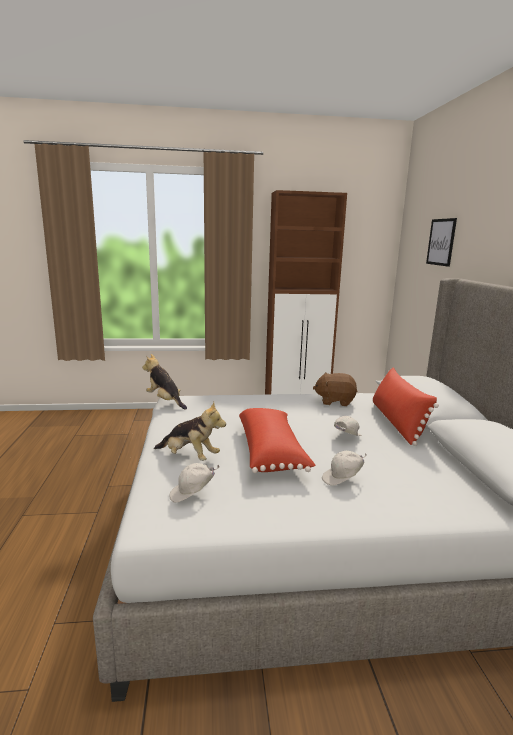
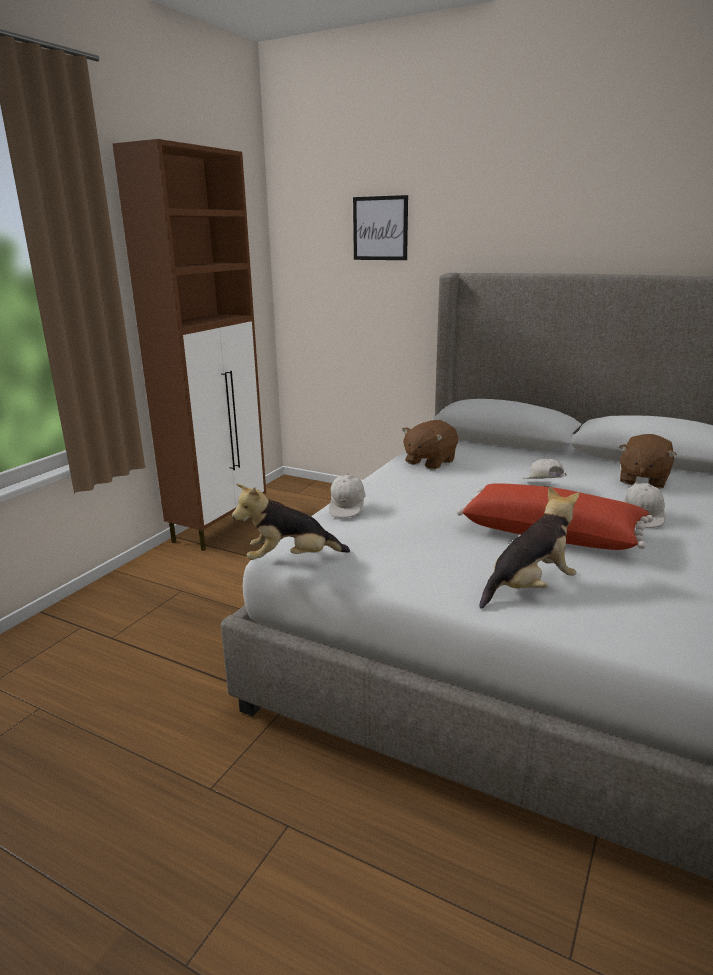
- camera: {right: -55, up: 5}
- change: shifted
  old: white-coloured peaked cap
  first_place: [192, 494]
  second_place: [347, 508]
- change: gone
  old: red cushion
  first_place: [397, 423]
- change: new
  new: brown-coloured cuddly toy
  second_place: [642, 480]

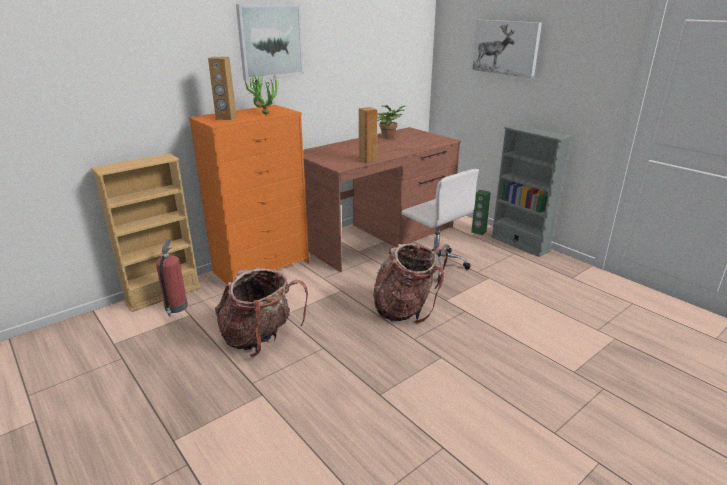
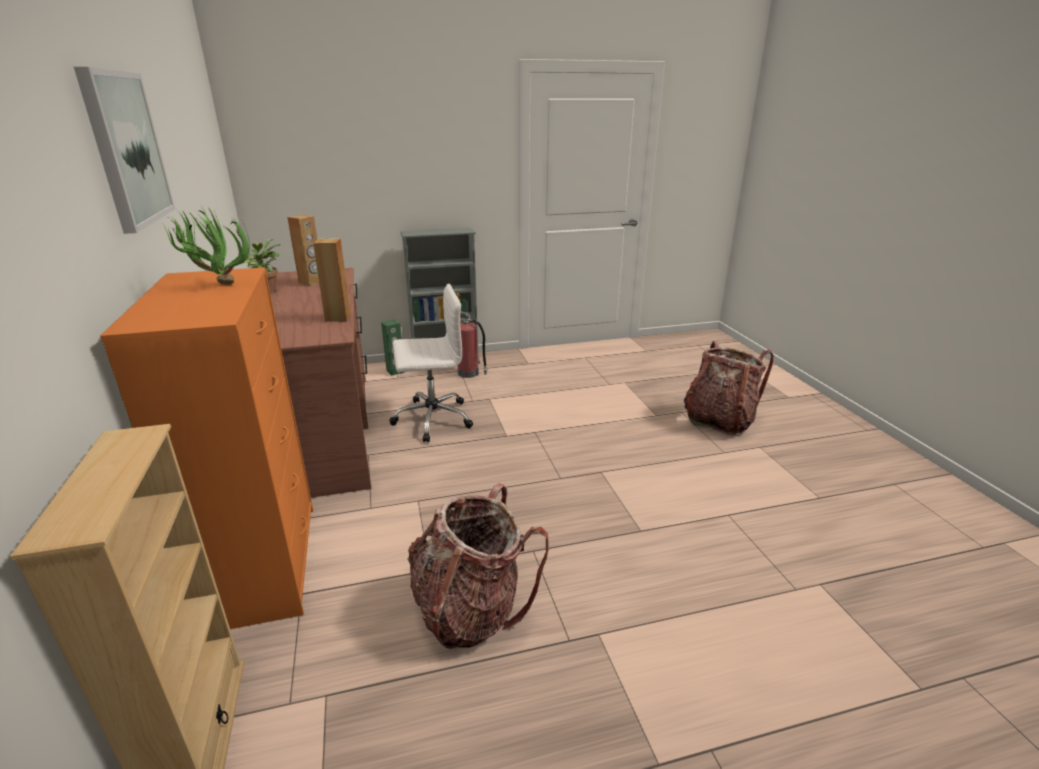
- camera: {right: -65, up: 0}
- change: shifted
  old: fire extinguisher
  first_place: [175, 307]
  second_place: [469, 373]
- change: shifted
  old: brown-coloured loudspeaker
  first_place: [226, 118]
  second_place: [311, 282]
- change: shifted
  old: backpack
  first_place: [405, 309]
  second_place: [719, 420]
- change: gone
  old: picture
  first_place: [506, 47]

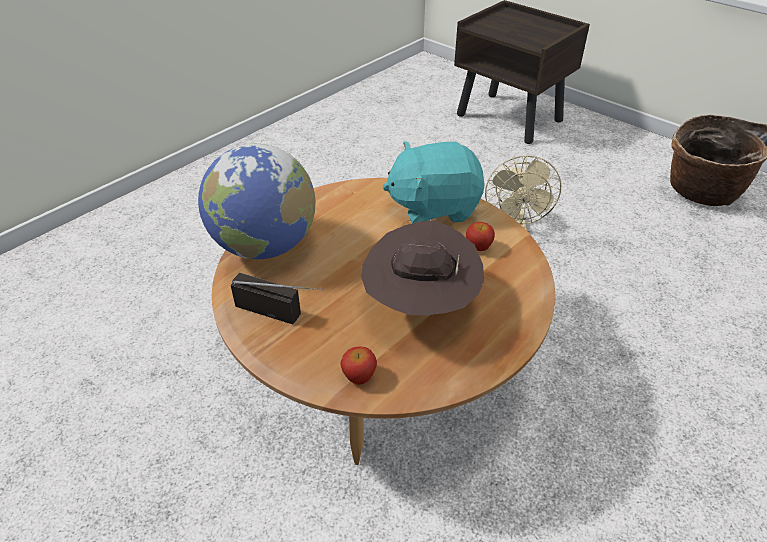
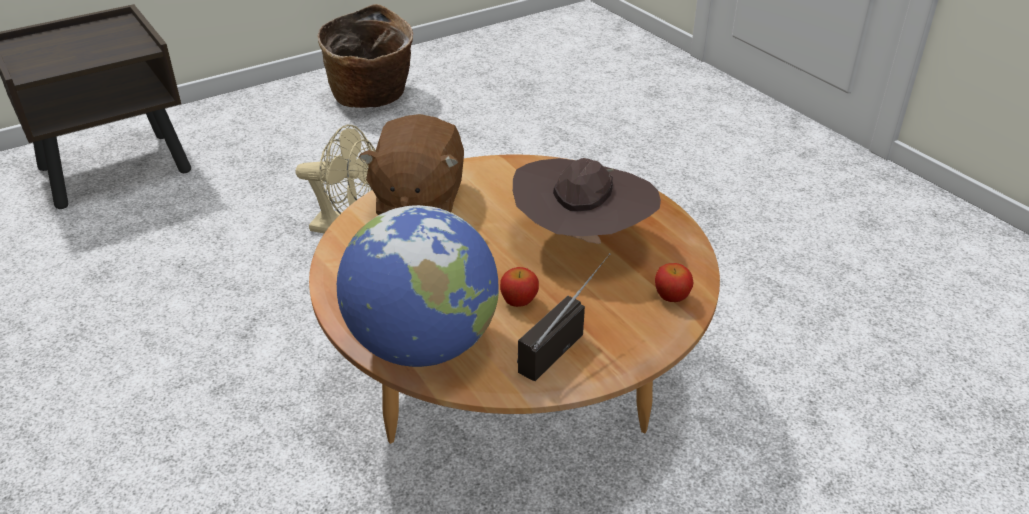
- camera: {right: -75, up: -5}
- change: repainted
  old: turquoise cuddly toy
  new: brown-coloured cuddly toy
  first_place: [434, 206]
  second_place: [418, 200]
- change: shifted
  old: apple fruit
  first_place: [478, 247]
  second_place: [519, 301]

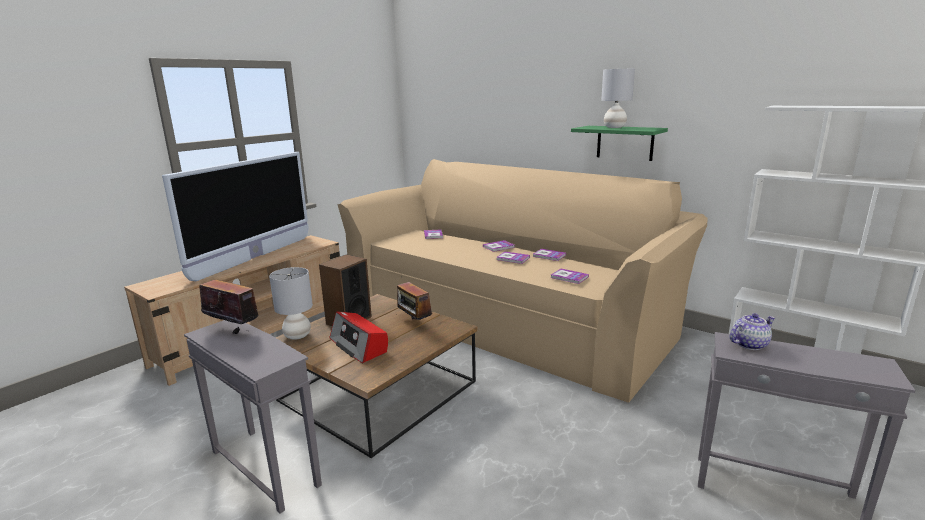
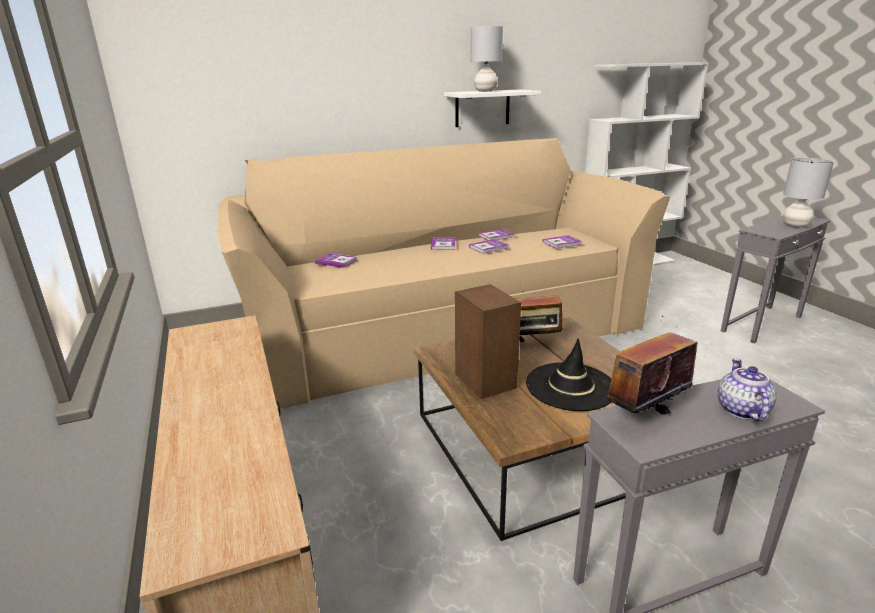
- camera: {right: -60, up: 5}
- change: gone
  old: TV set
  first_place: [255, 257]
- change: shifted
  old: gray lamp for a table
  first_place: [298, 336]
  second_place: [796, 225]
- change: swapped
  old: radio set
  new: blackish wearable hat
  first_place: [359, 345]
  second_place: [570, 386]
- change: repainted
  old: green-coloured shelf
  new: white-coloured shelf
  first_place: [625, 143]
  second_place: [482, 108]
- change: shifted
  old: tea pot
  first_place: [749, 344]
  second_place: [741, 409]

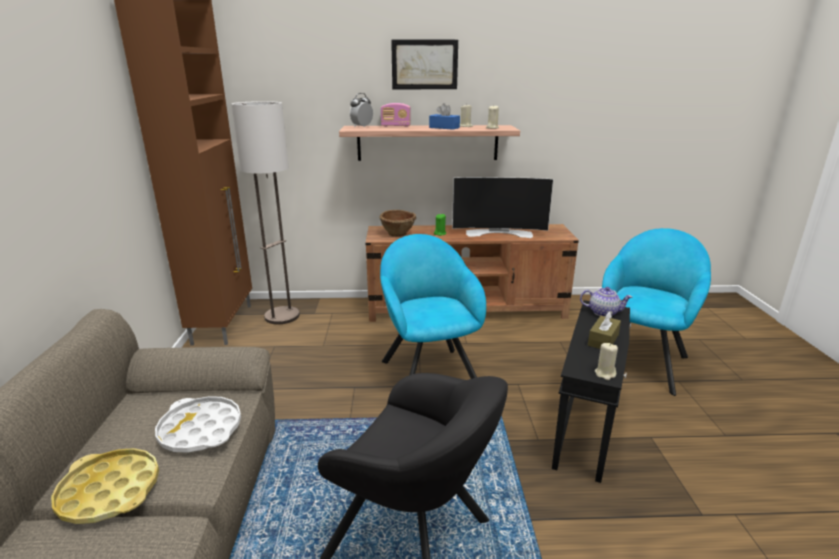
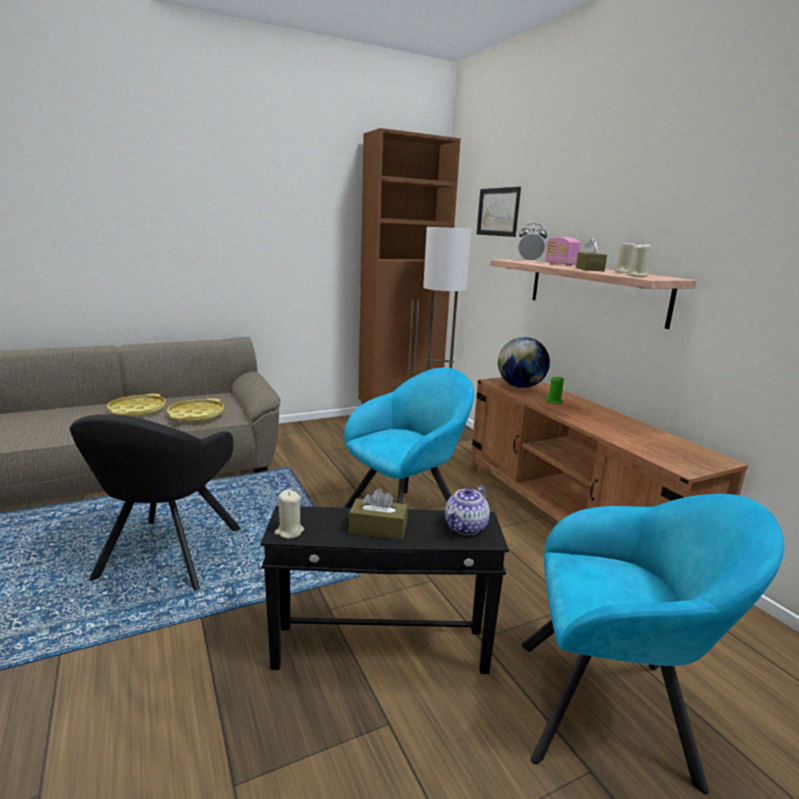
- camera: {right: 65, up: -5}
- change: repainted
  old: white-coloured carrying tray
  new: yellow carrying tray
  first_place: [200, 430]
  second_place: [196, 415]
- change: swapped
  old: brown-coloured bowl
  new: world globe
  first_place: [398, 234]
  second_place: [520, 386]
- change: shifted
  old: picture
  first_place: [424, 64]
  second_place: [498, 212]
- change: repainted
  old: blue-coloured tissue box
  new: brown-coloured tissue box
  first_place: [444, 128]
  second_place: [589, 269]
- change: gone
  old: TV set
  first_place: [499, 232]
- change: rotated
  old: tea pot
  first_place: [603, 312]
  second_place: [466, 527]
  degrees: 45

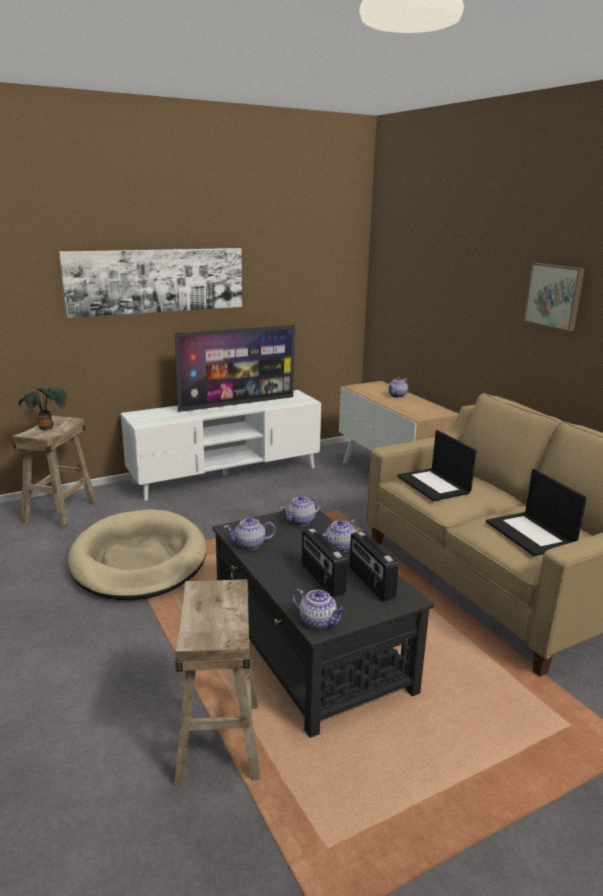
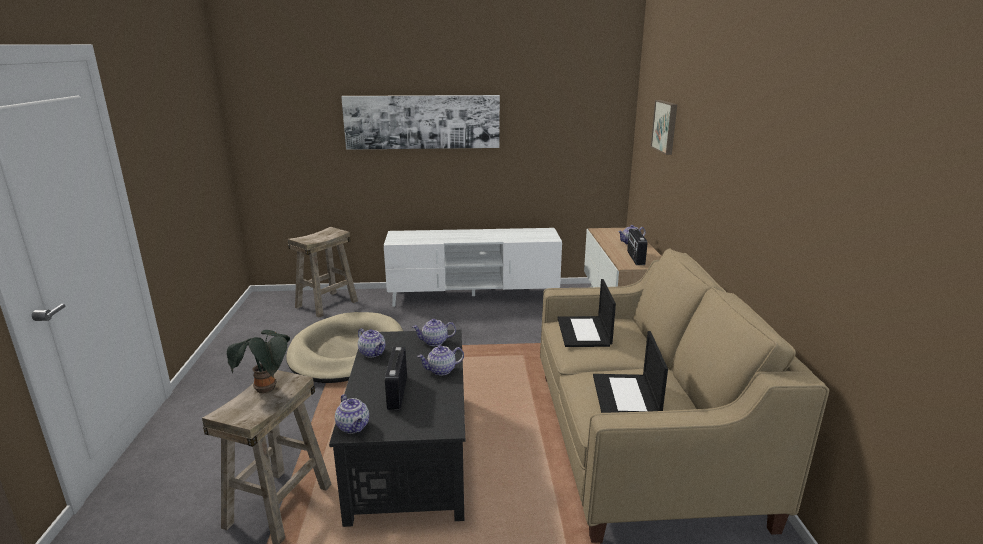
- camera: {right: 25, up: 0}
- change: shifted
  old: potted plant
  first_place: [47, 428]
  second_place: [267, 390]
- change: gone
  old: TV set
  first_place: [237, 404]
- change: rotated
  old: tea pot
  first_place: [249, 545]
  second_place: [372, 353]
  degrees: -150
- change: shifted
  old: radio set
  first_place: [370, 582]
  second_place: [635, 258]
- change: shifted
  old: picture
  first_place: [554, 296]
  second_place: [666, 126]

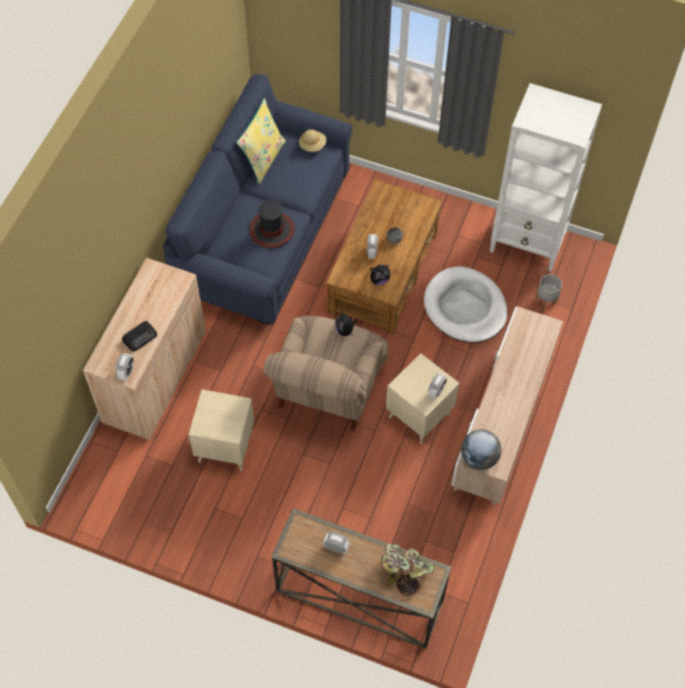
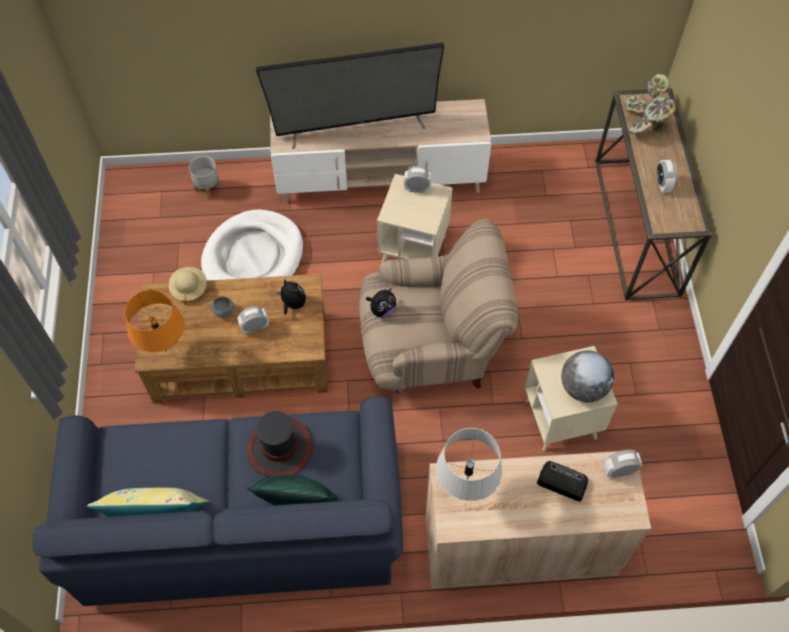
- camera: {right: -115, up: 0}
- change: shifted
  old: beige-coloured wearable hat
  first_place: [312, 145]
  second_place: [189, 288]
- change: shifted
  old: world globe
  first_place: [479, 458]
  second_place: [583, 387]
- change: gone
  old: white-coloured shelving unit
  first_place: [528, 243]
- change: new
  new: orange lamp for a table
  second_place: [165, 351]
- change: new
  new: green-coloured cushion
  second_place: [298, 503]
- change: new
  new: TV set
  second_place: [355, 126]
- change: new
  new: gray lamp for a table
  second_place: [465, 490]

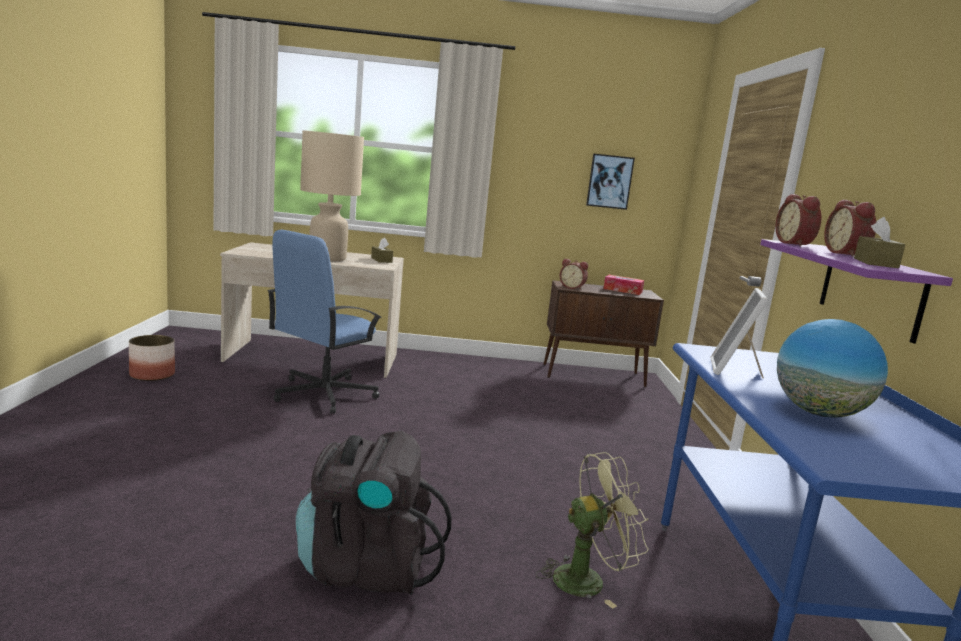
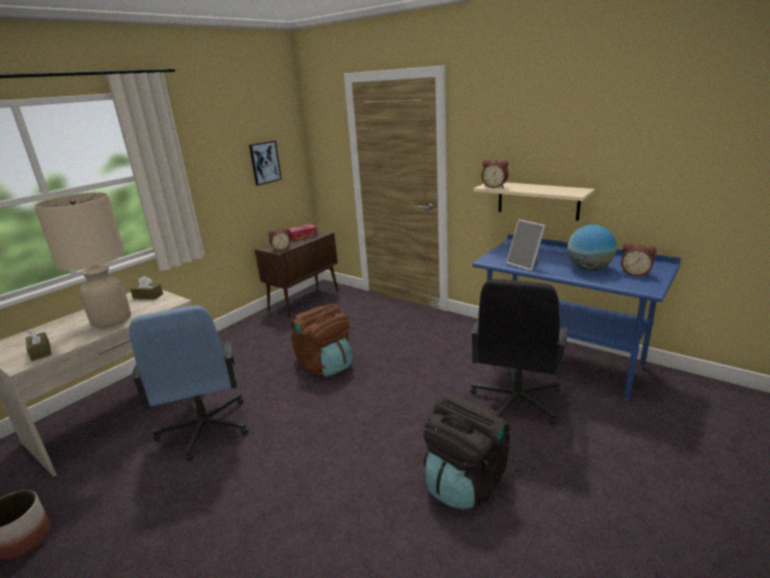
- camera: {right: -50, up: 10}
- change: swapped
  old: green-coloured electric fan
  new: blackish office chair
  first_place: [587, 579]
  second_place: [516, 401]
- change: repainted
  old: purple shelf
  new: beige-coloured shelf
  first_place: [870, 290]
  second_place: [537, 200]
- change: shifted
  old: bedside clock
  first_place: [847, 254]
  second_place: [635, 273]
- change: shifted
  old: brown-coloured tissue box
  first_place: [875, 263]
  second_place: [40, 352]
- change: new
  new: brown-coloured backpack
  second_place: [325, 365]

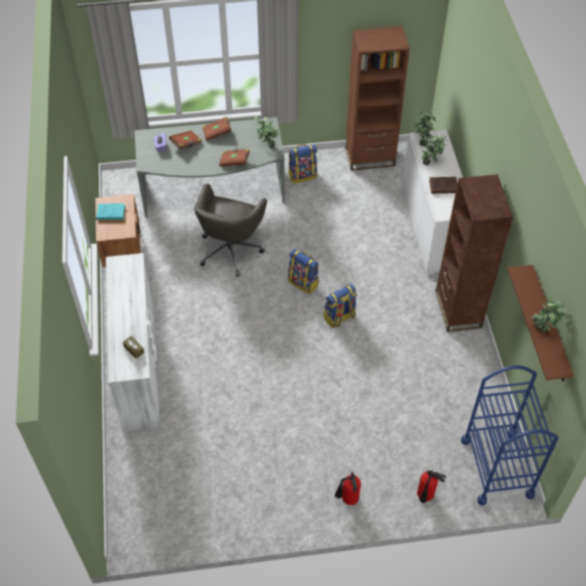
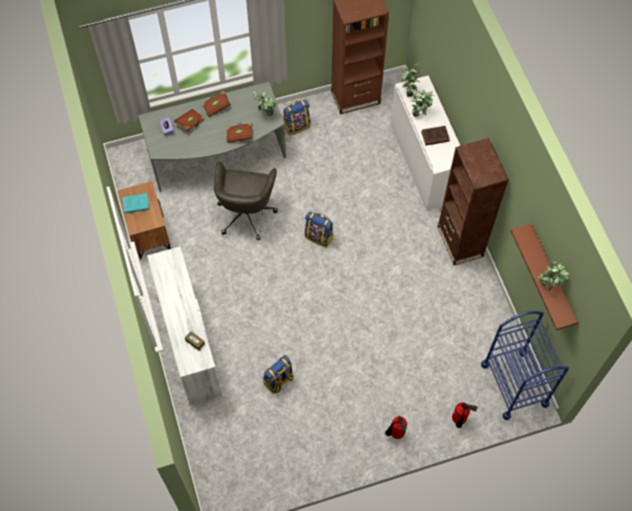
- camera: {right: -10, up: 10}
- change: shifted
  old: backpack
  first_place: [339, 318]
  second_place: [278, 381]

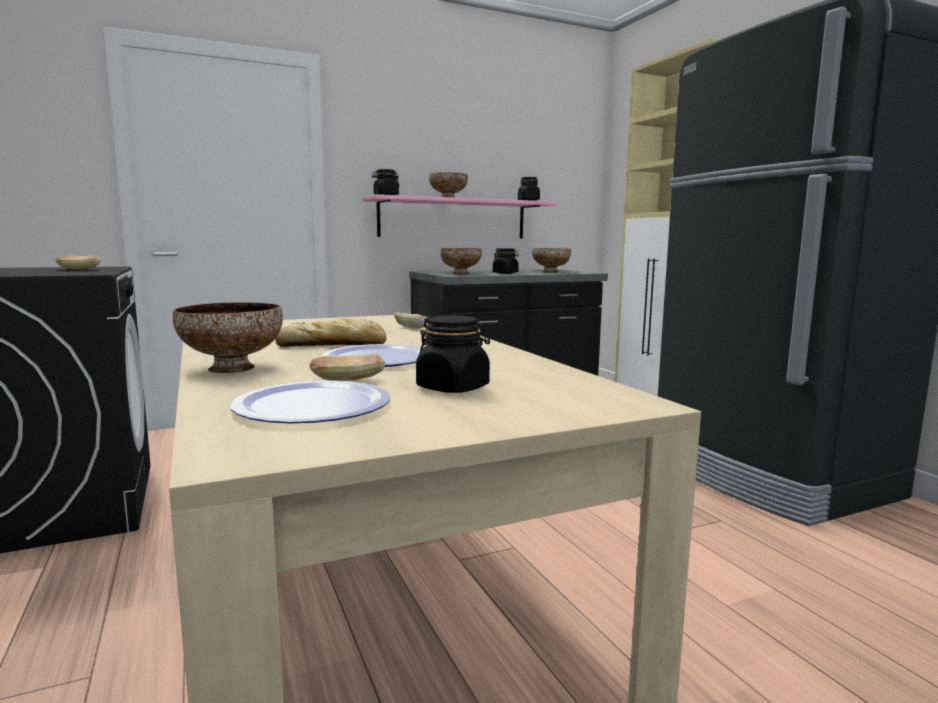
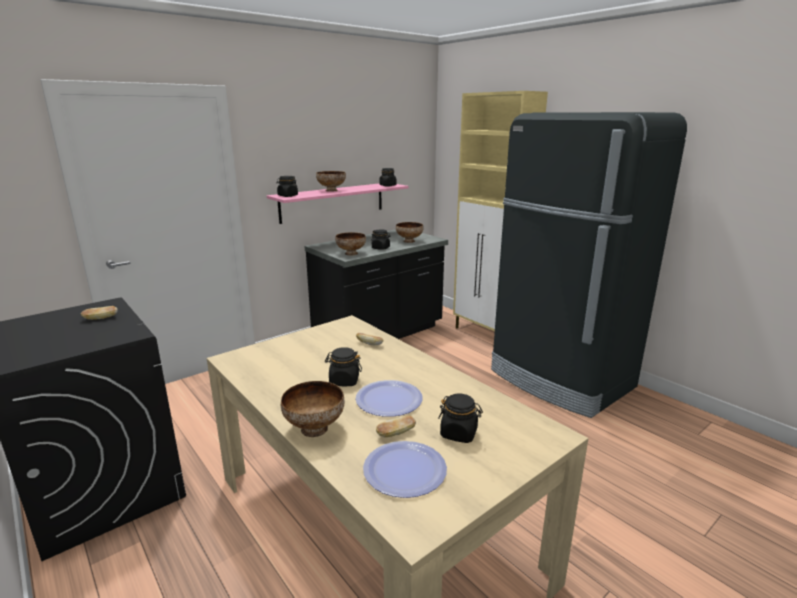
- camera: {right: -15, up: 10}
- change: swapped
  old: bakery bread
  new: blackish jar
  first_place: [334, 344]
  second_place: [344, 381]

